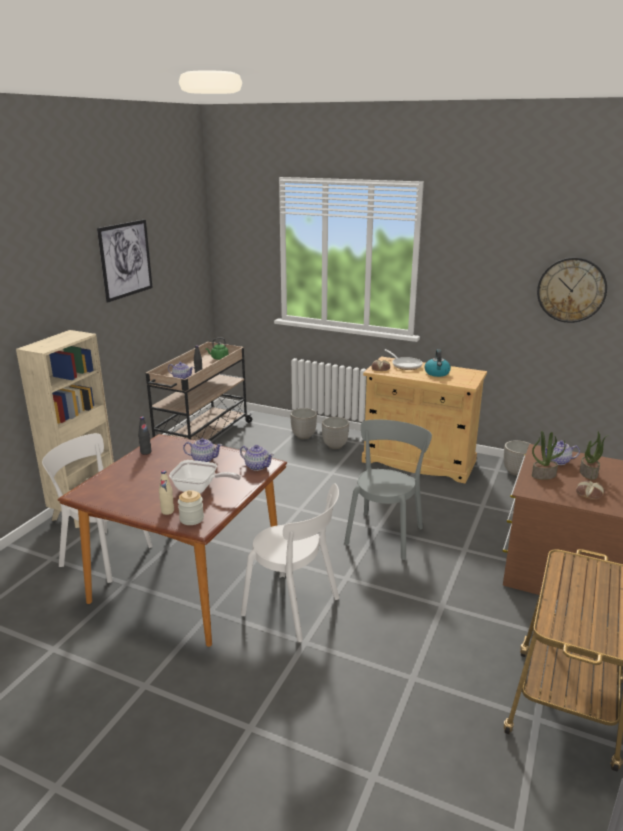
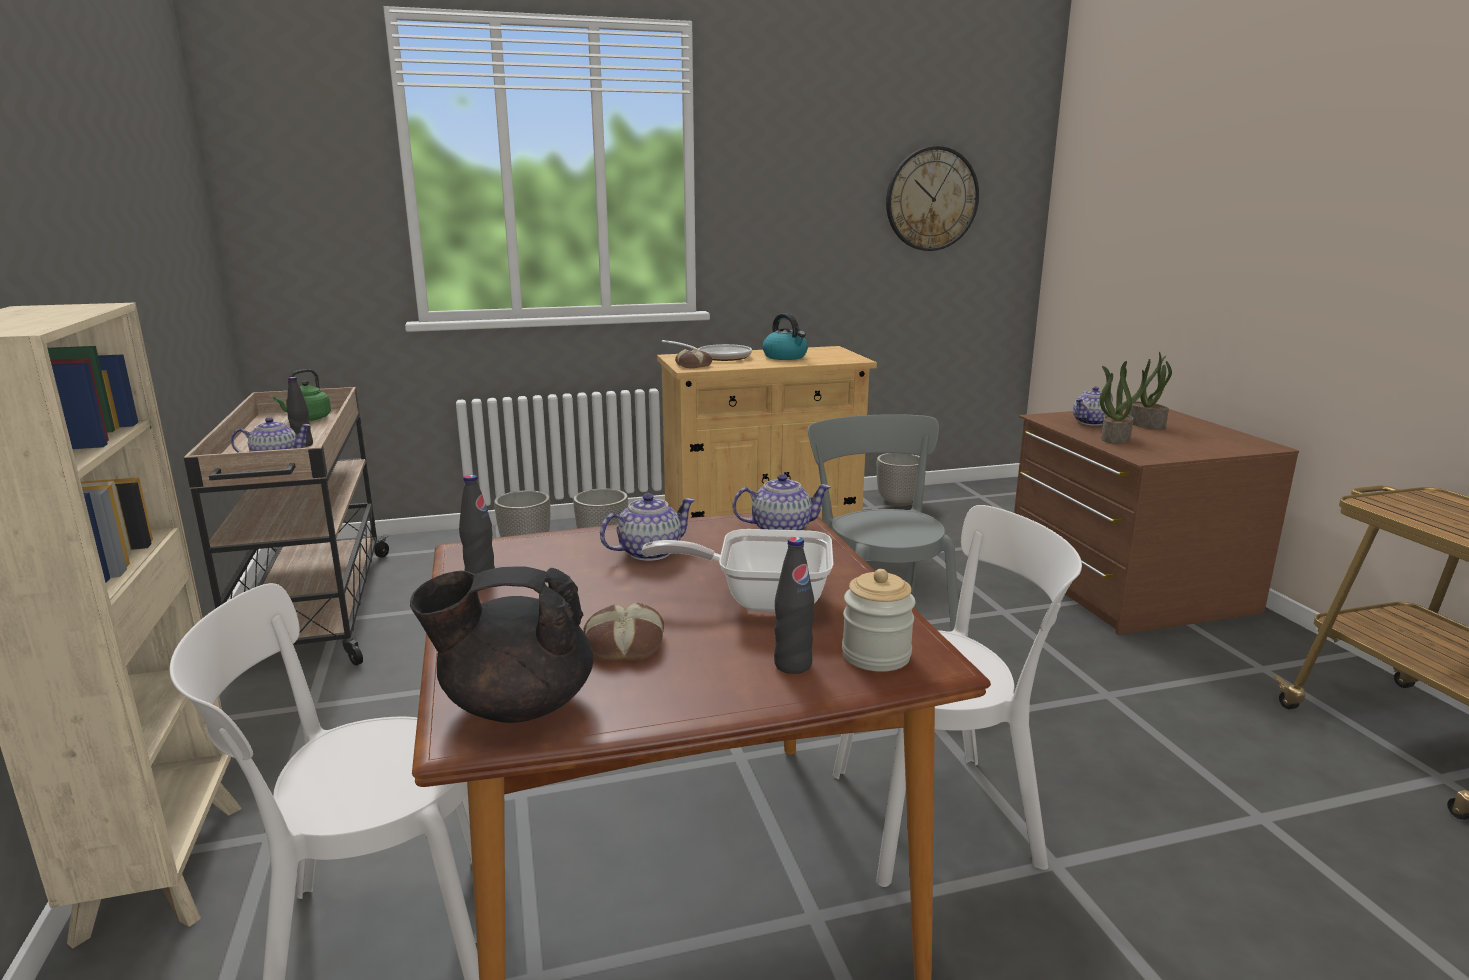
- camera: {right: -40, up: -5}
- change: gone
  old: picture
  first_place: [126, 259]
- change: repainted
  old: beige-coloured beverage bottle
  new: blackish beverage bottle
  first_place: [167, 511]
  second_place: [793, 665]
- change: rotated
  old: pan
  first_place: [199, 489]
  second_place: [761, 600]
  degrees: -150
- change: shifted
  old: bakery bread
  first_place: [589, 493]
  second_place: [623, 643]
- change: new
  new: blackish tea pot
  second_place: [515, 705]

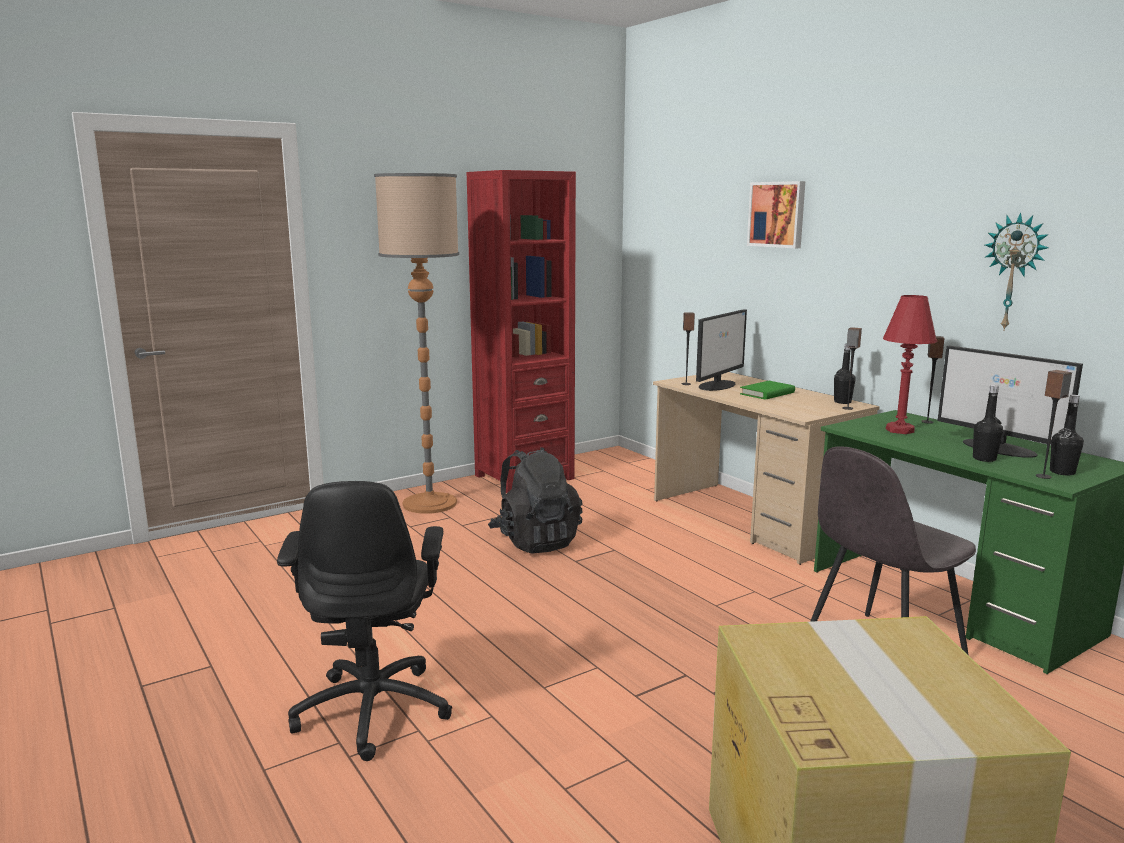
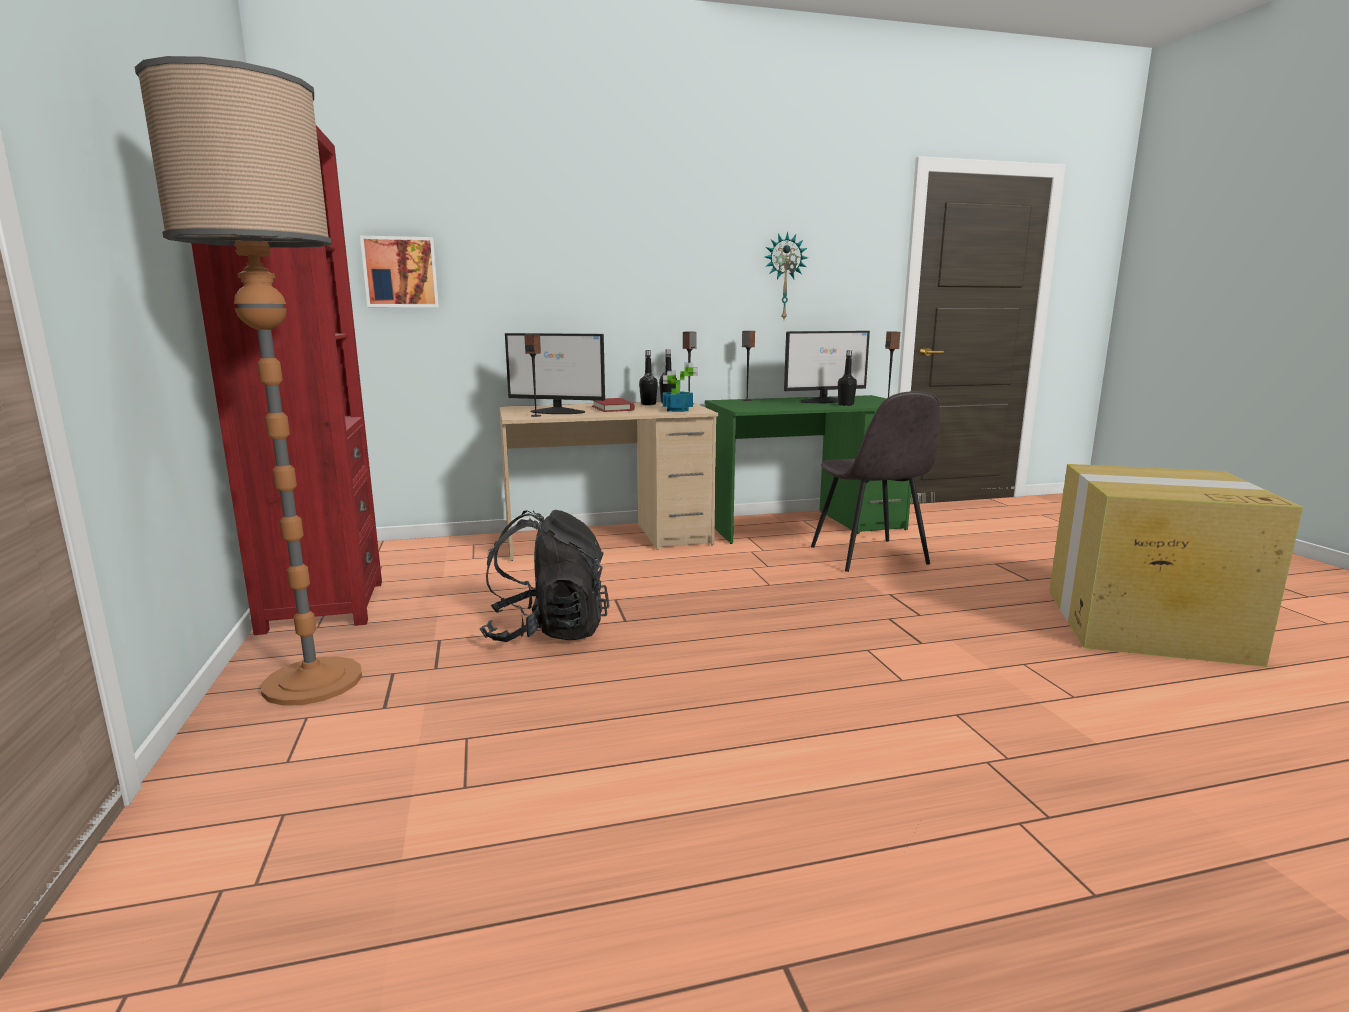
- camera: {right: -70, up: 0}
- change: gone
  old: blackish office chair
  first_place: [374, 709]
- change: rotated
  old: computer screen
  first_place: [717, 385]
  second_place: [558, 412]
  degrees: 135
- change: repainted
  old: green-coloured book
  new: red book
  first_place: [767, 393]
  second_place: [612, 408]
- change: shifted
  old: picture
  first_place: [777, 214]
  second_place: [401, 272]
- change: gone
  old: red lamp for a table
  first_place: [899, 430]
- change: shifted
  old: blackish beverage bottle
  first_place: [1062, 472]
  second_place: [648, 404]
- change: new
  new: potted plant
  second_place: [677, 410]

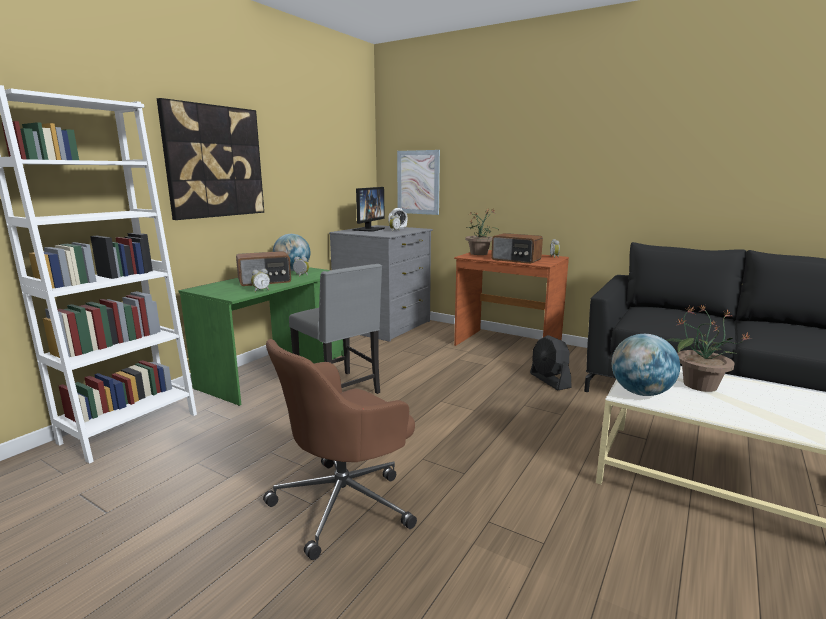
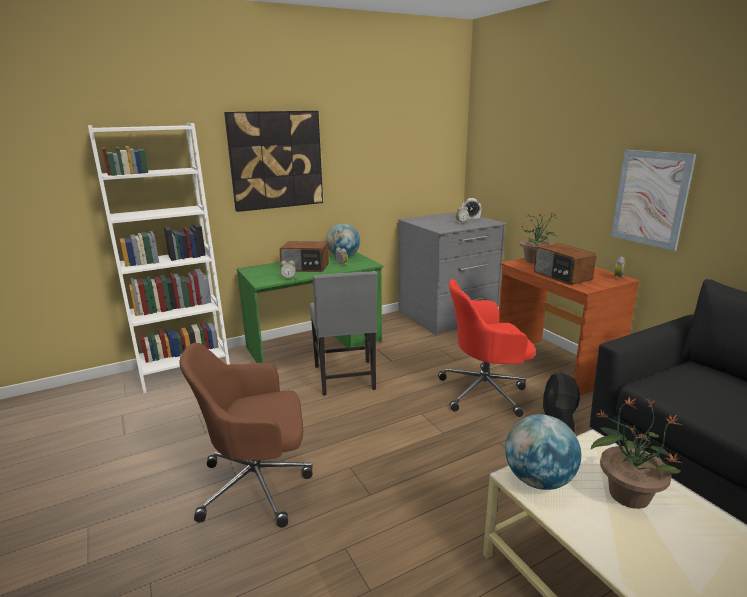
- camera: {right: 30, up: 5}
- change: gone
  old: computer screen
  first_place: [369, 229]
- change: shifted
  old: picture
  first_place: [418, 182]
  second_place: [650, 198]
- change: new
  new: red office chair
  second_place: [485, 391]

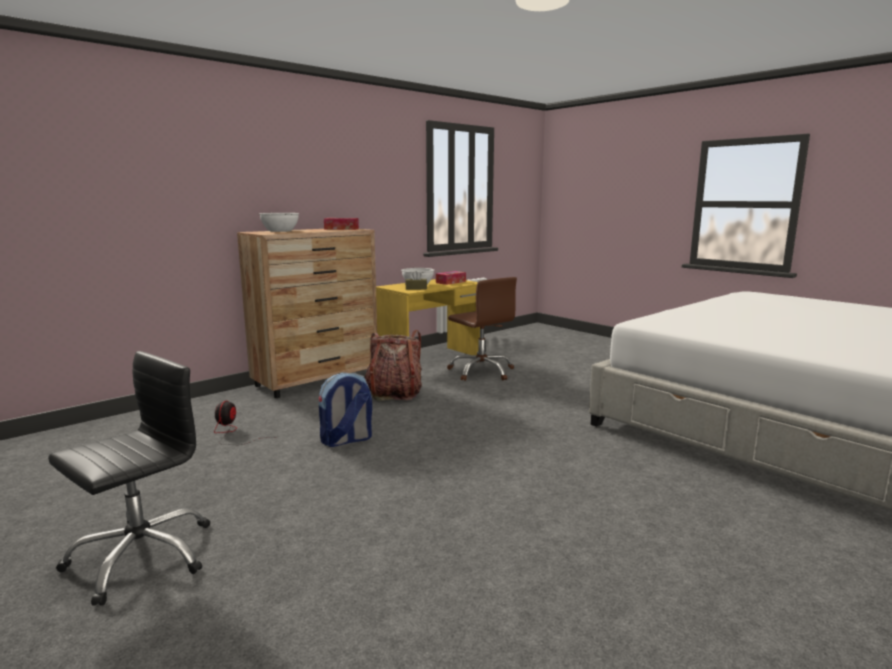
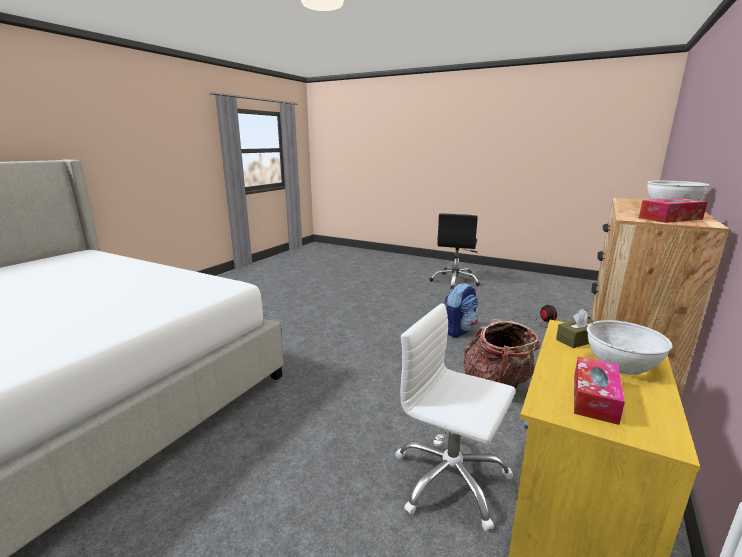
- camera: {right: 160, up: 5}
- change: repainted
  old: brown-coloured office chair
  new: white-coloured office chair
  first_place: [481, 371]
  second_place: [450, 479]

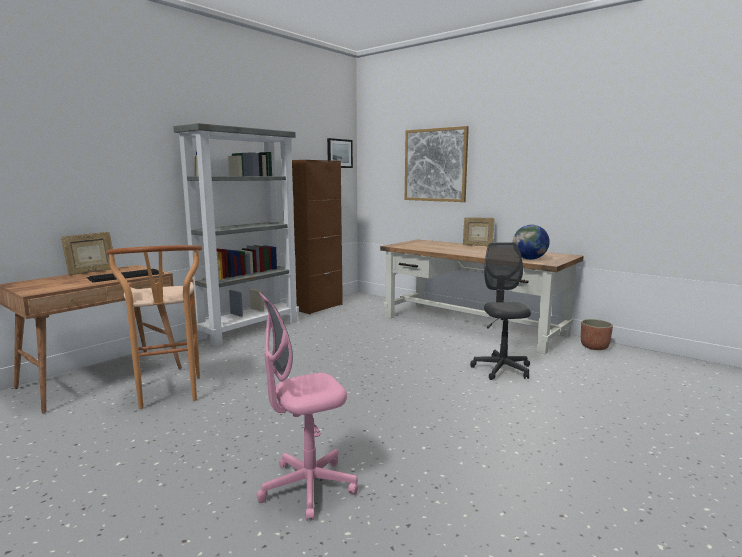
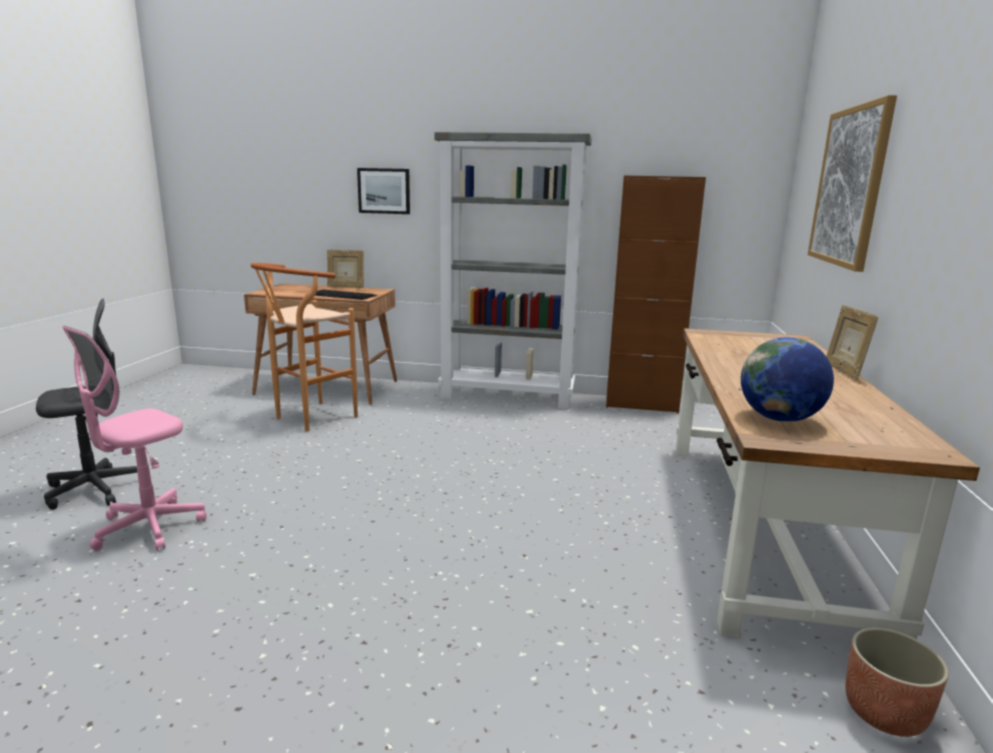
- camera: {right: 60, up: 5}
- change: rotated
  old: pinkish office chair
  first_place: [308, 488]
  second_place: [149, 528]
  degrees: -90
- change: shifted
  old: picture
  first_place: [339, 153]
  second_place: [384, 191]
- change: shifted
  old: gray office chair
  first_place: [502, 369]
  second_place: [96, 489]

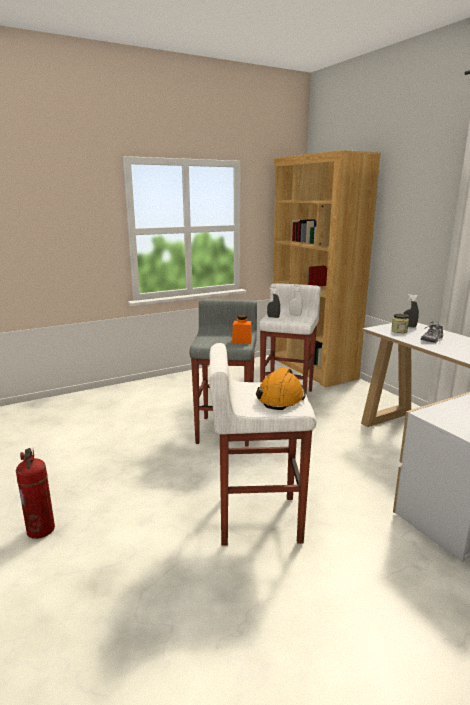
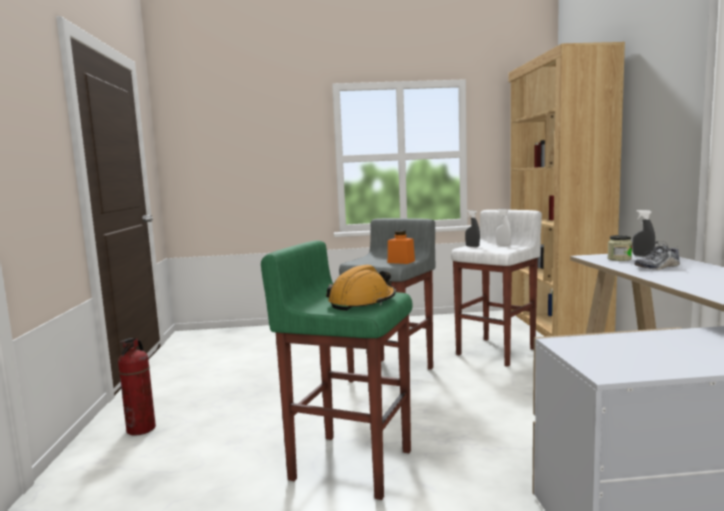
- camera: {right: 25, up: -10}
- change: repainted
  old: white-coloured sitting stool
  new: green-coloured sitting stool
  first_place: [257, 519]
  second_place: [350, 463]

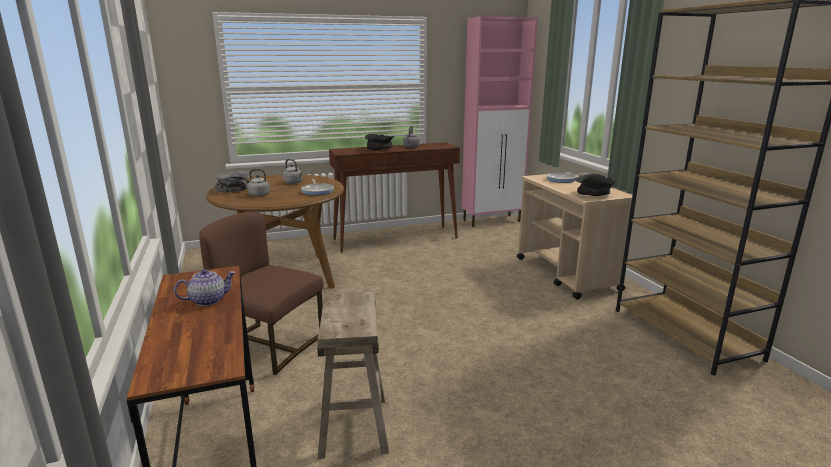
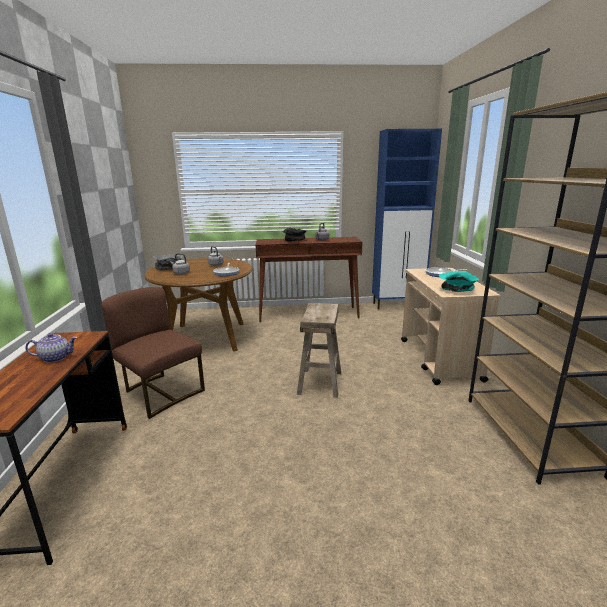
- camera: {right: 15, up: 0}
- change: shifted
  old: beige-coloured sitting stool
  first_place: [354, 425]
  second_place: [320, 382]
- change: repainted
  old: pinkish cabinet
  new: blue-coloured cabinet
  first_place: [492, 221]
  second_place: [398, 305]
- change: repainted
  old: blackish bowl
  new: turquoise bowl
  first_place: [592, 195]
  second_place: [456, 290]

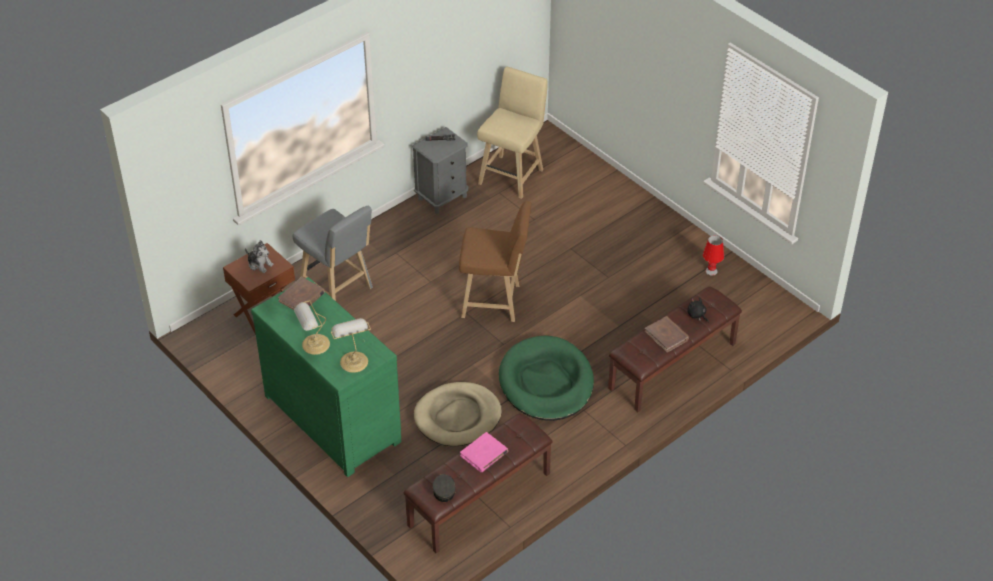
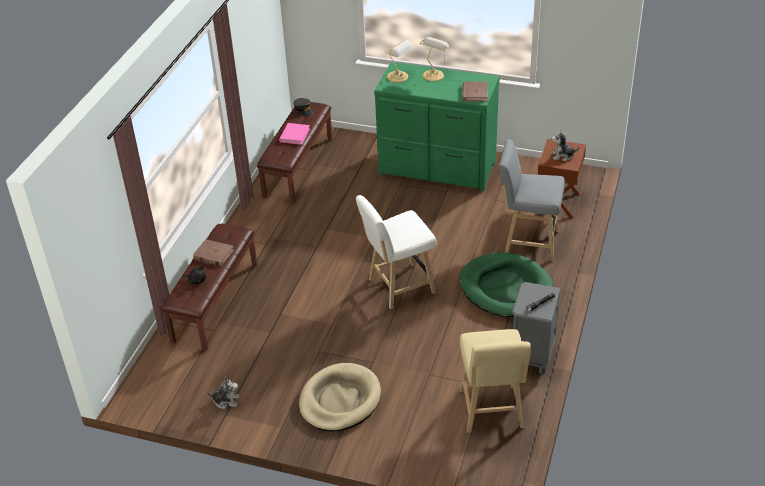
- camera: {right: 150, up: -5}
- change: shifted
  old: beige-coloured dog cushion
  first_place: [457, 417]
  second_place: [340, 400]
- change: repainted
  old: brown-coloured sitting stool
  new: white-coloured sitting stool
  first_place: [495, 302]
  second_place: [398, 287]
- change: shifted
  old: green-coloured dog cushion
  first_place: [546, 382]
  second_place: [505, 288]
- change: swapped
  old: red lamp for a table
  new: cuddly toy
  first_place: [711, 271]
  second_place: [226, 401]

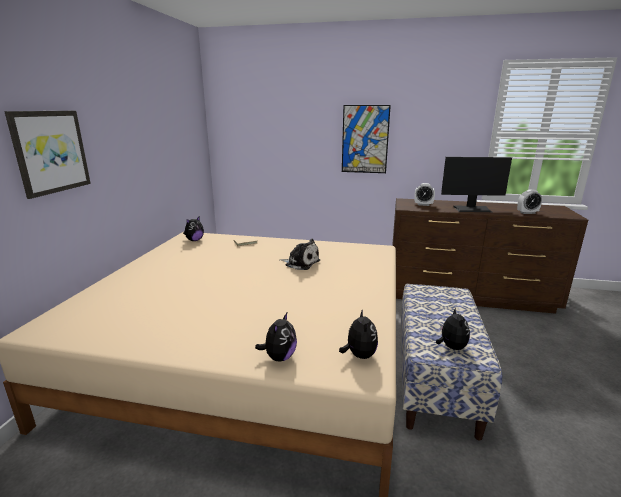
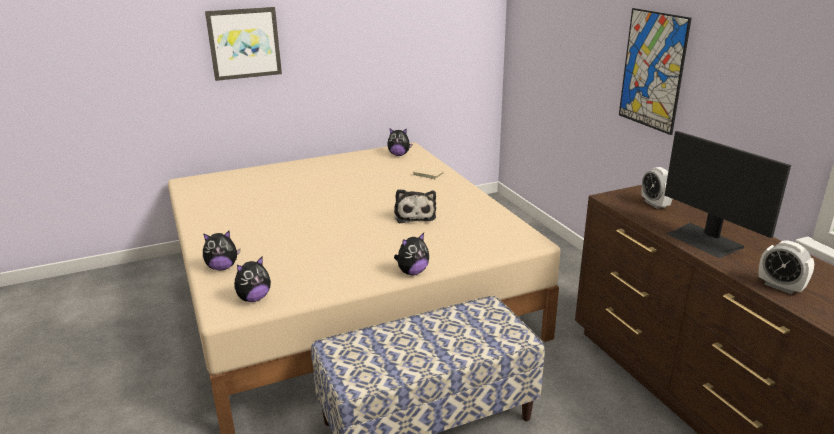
- camera: {right: 55, up: 5}
- change: shifted
  old: cuddly toy
  first_place: [451, 347]
  second_place: [412, 272]

